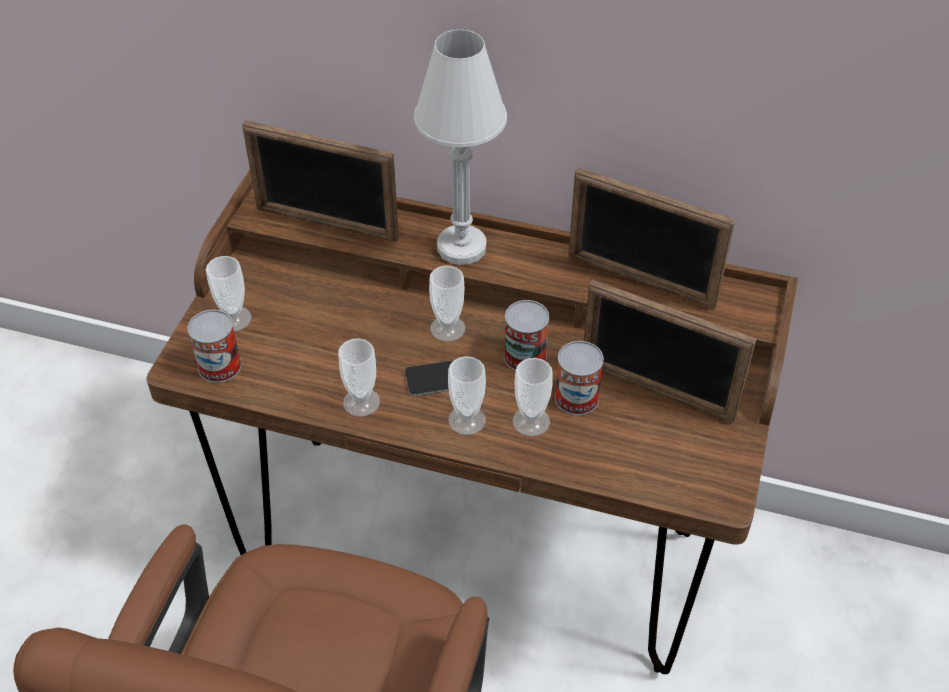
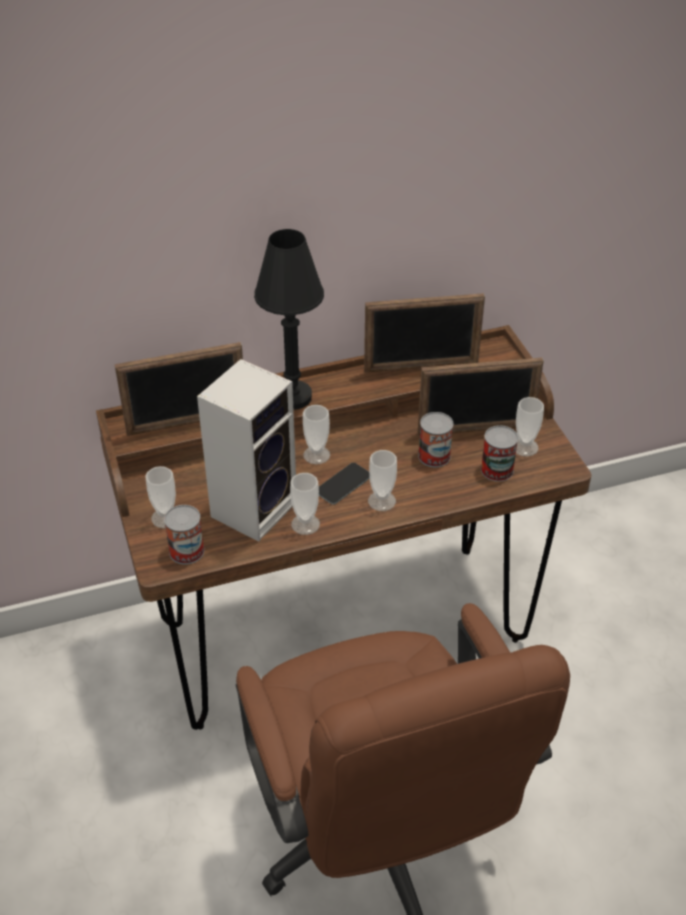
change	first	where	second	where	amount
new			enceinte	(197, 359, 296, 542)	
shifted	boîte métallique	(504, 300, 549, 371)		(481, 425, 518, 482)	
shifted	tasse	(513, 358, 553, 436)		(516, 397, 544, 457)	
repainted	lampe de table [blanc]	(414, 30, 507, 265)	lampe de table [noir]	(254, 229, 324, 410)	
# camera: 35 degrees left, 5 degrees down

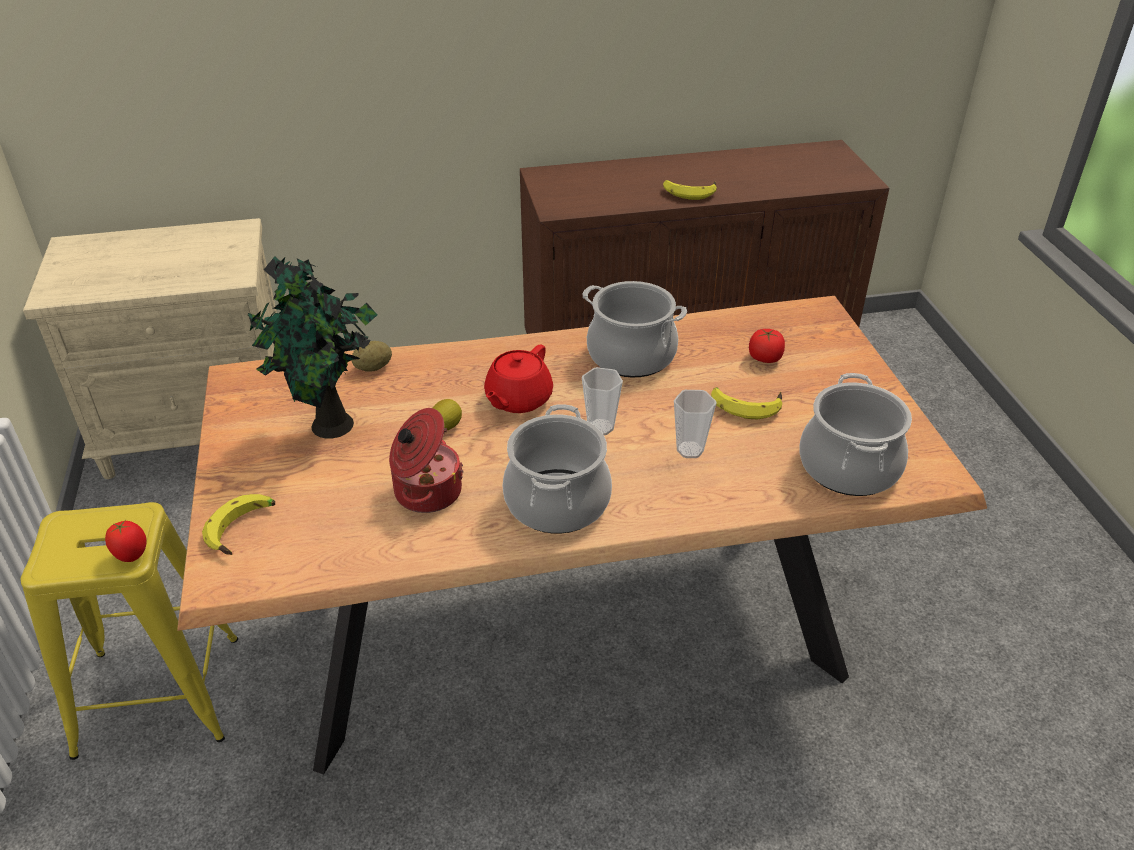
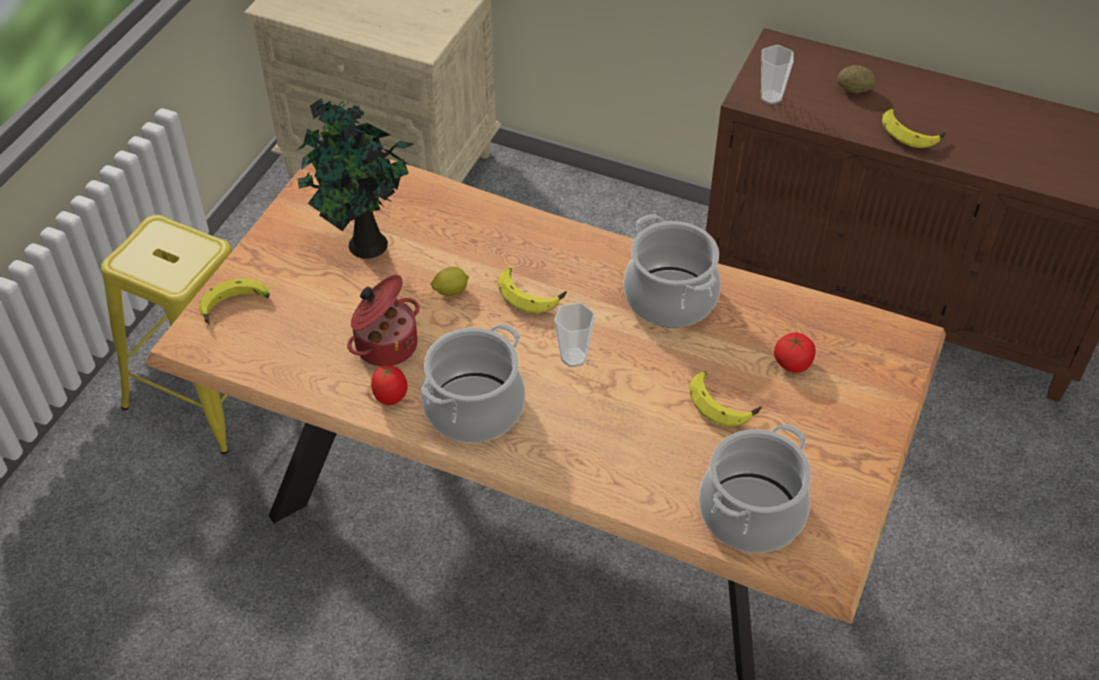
change	first	where	second	where	amount
shifted	tomate	(105, 521, 147, 562)		(371, 365, 408, 405)	
shifted	pomme de terre	(351, 341, 392, 372)		(837, 65, 875, 93)	
shifted	tasse	(674, 390, 716, 458)		(761, 45, 794, 104)	
swapped	théière [rouge]	(484, 344, 553, 413)	banane	(498, 268, 567, 313)	
# camera: 35 degrees right, 10 degrees up

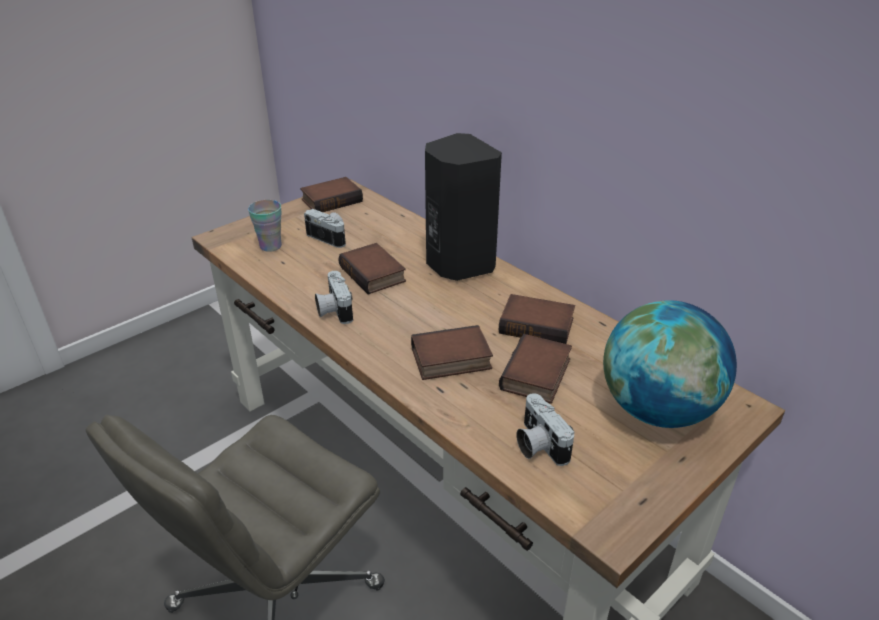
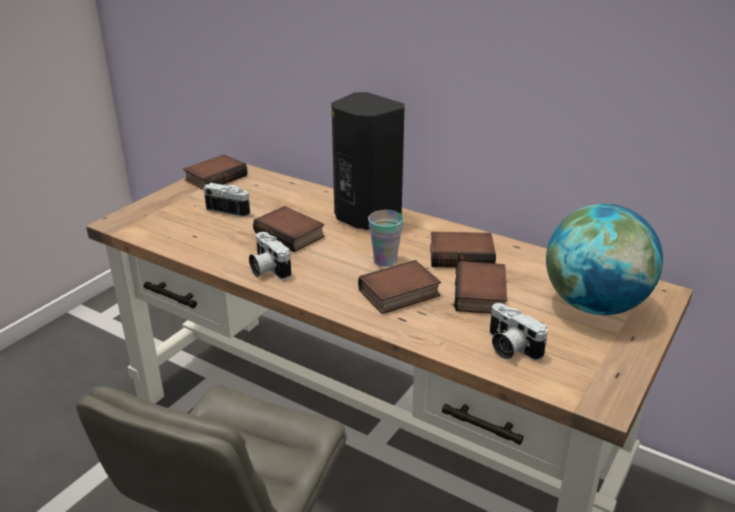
change	first	where	second	where	amount
shifted	tasse	(248, 200, 282, 252)		(368, 210, 404, 267)	
# camera: 15 degrees left, 5 degrees down

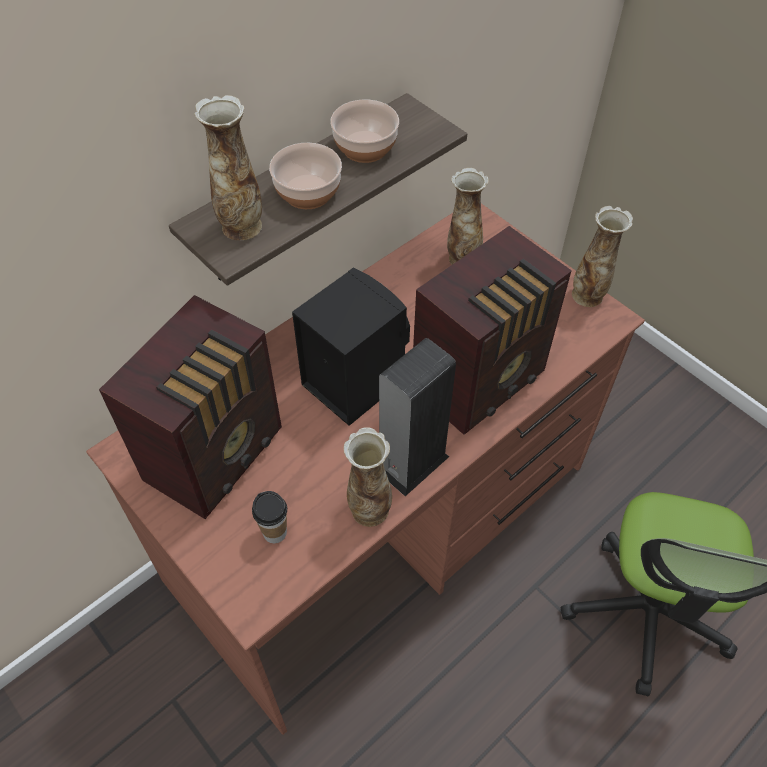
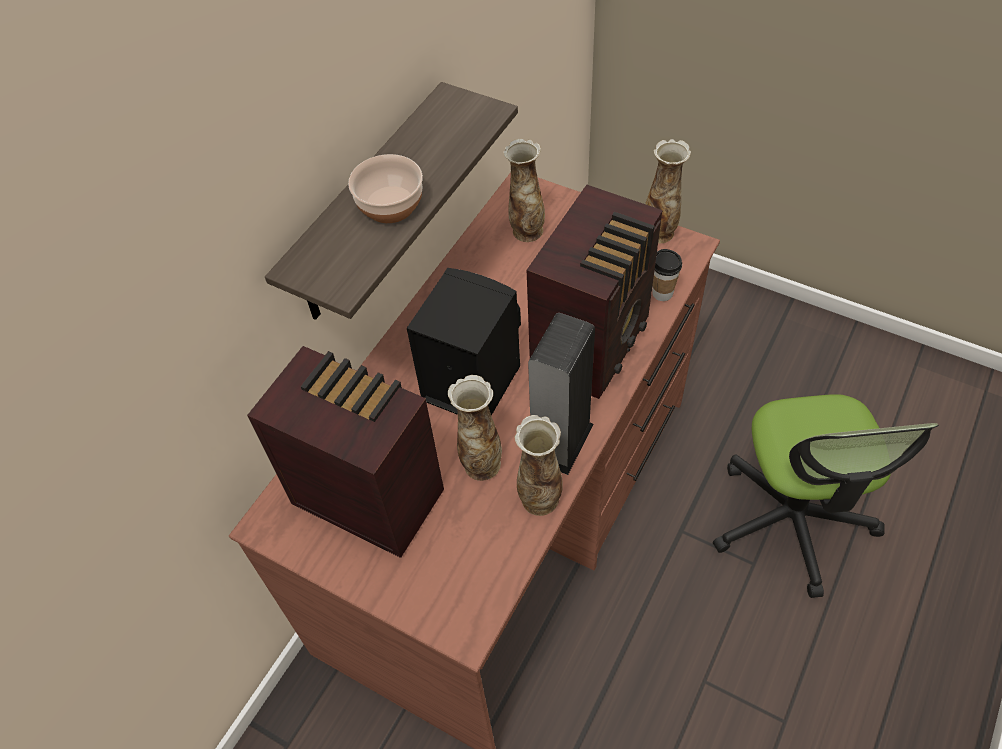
change	first	where	second	where	amount
gone	bol	(330, 99, 399, 163)			
shifted	vase	(194, 95, 262, 240)		(448, 375, 502, 481)	
shifted	tasse	(252, 491, 287, 543)		(652, 249, 682, 301)	
rotated	radio	(99, 295, 282, 519)		(247, 346, 444, 558)	75 degrees counterclockwise
# camera: 15 degrees left, 0 degrees up

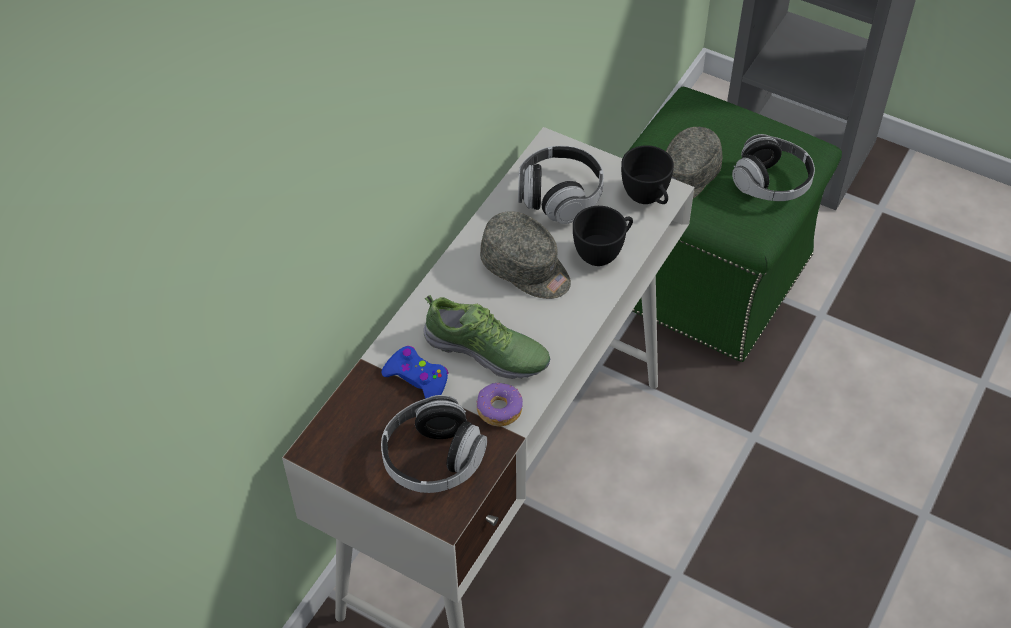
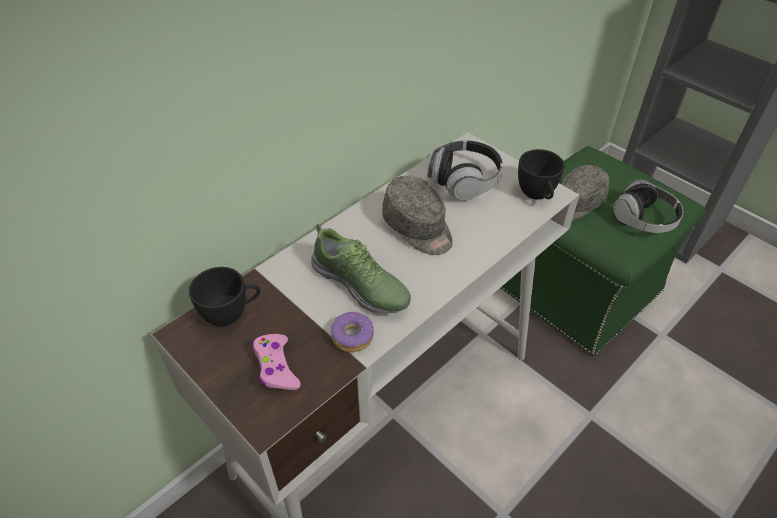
change	first	where	second	where	amount
gone	manette [bleu]	(381, 346, 448, 399)			
shifted	tasse [noir]	(573, 206, 633, 266)		(189, 267, 260, 326)	
swapped	casque audio	(381, 395, 487, 493)	manette [rose]	(253, 334, 301, 390)	
# camera: 15 degrees right, 5 degrees down

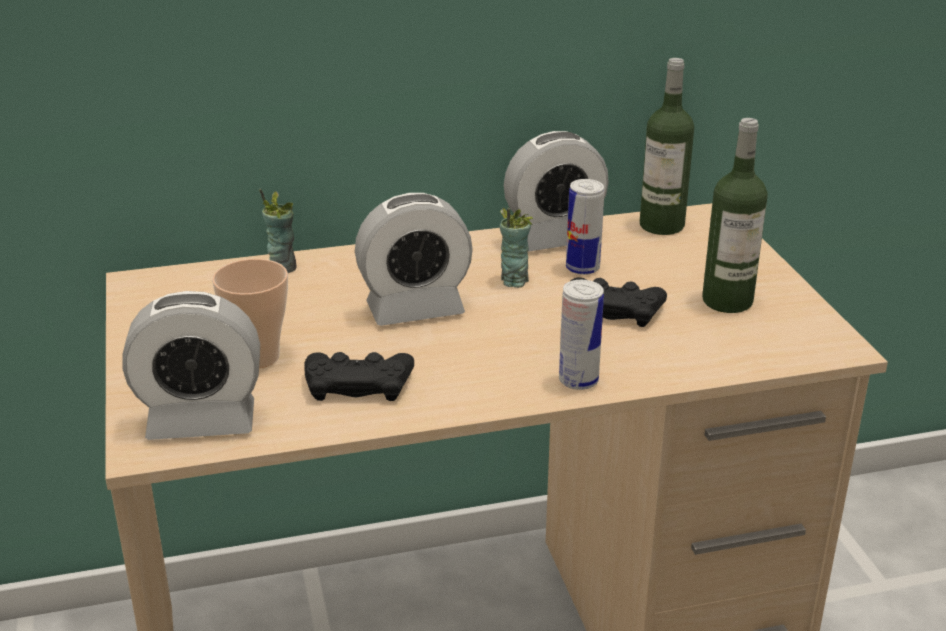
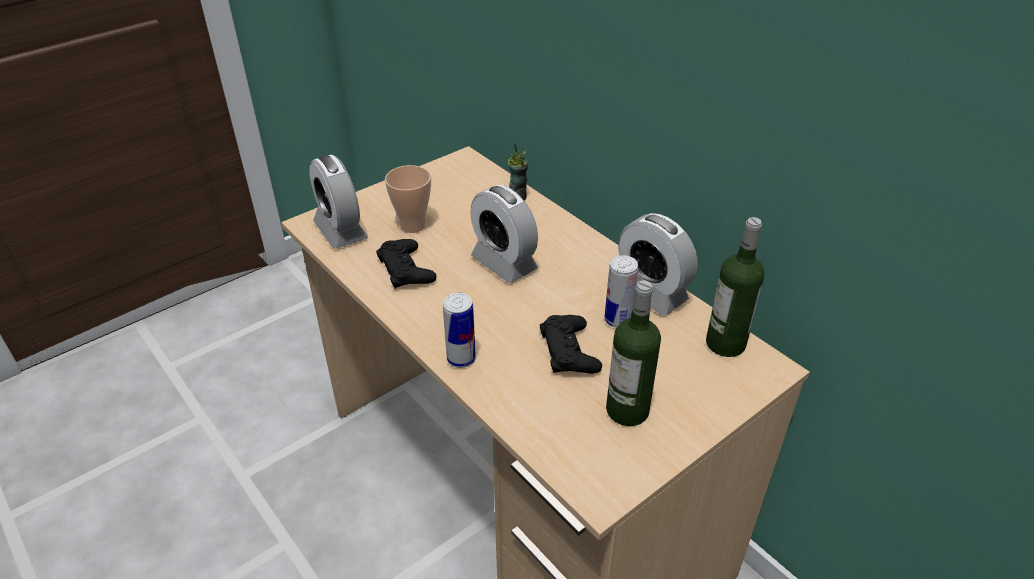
change	first	where	second	where	amount
gone	tasse	(500, 207, 533, 288)			
# camera: 65 degrees right, 10 degrees up

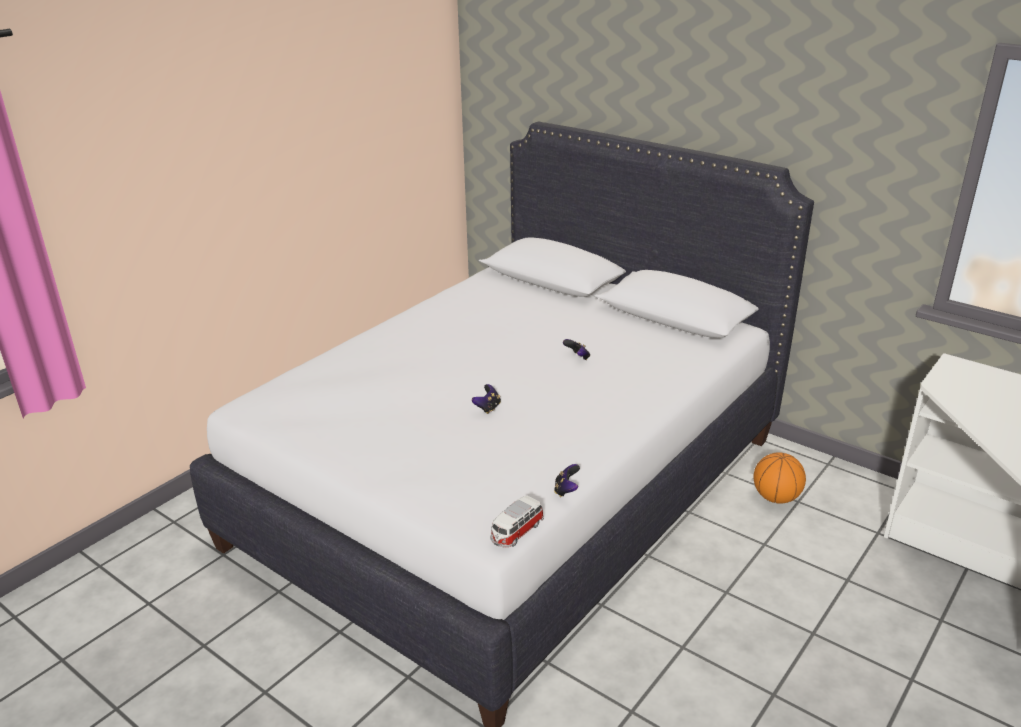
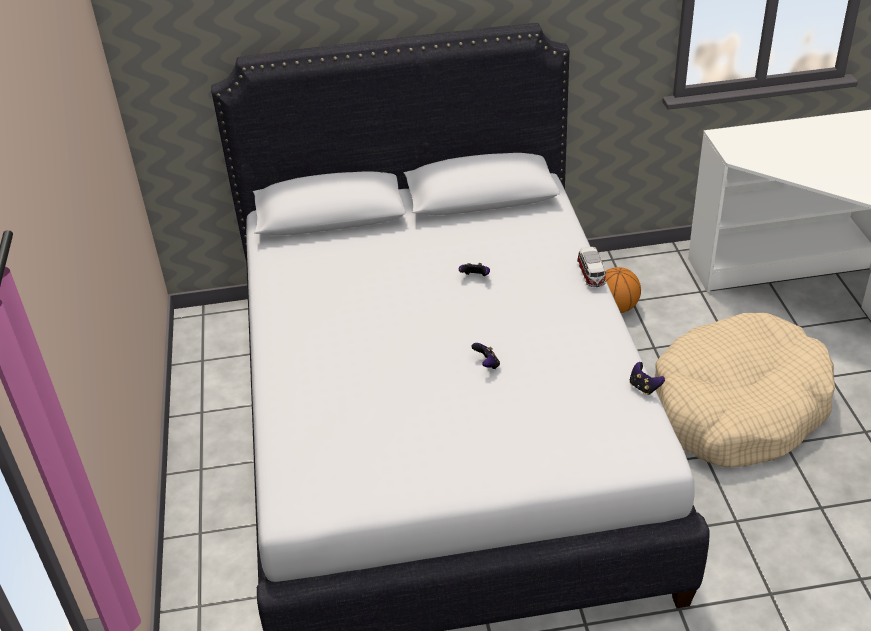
change	first	where	second	where	amount
new			panier pour chien [beige]	(655, 313, 835, 467)	
shifted	petite voiture	(491, 496, 544, 548)		(577, 247, 606, 287)	
# camera: 45 degrees left, 10 degrees up

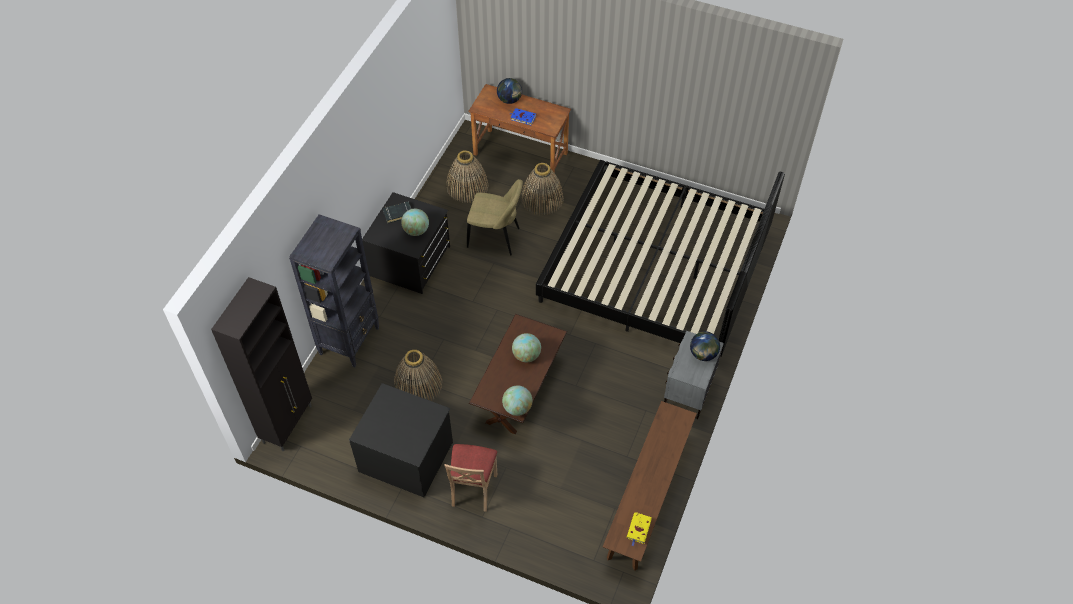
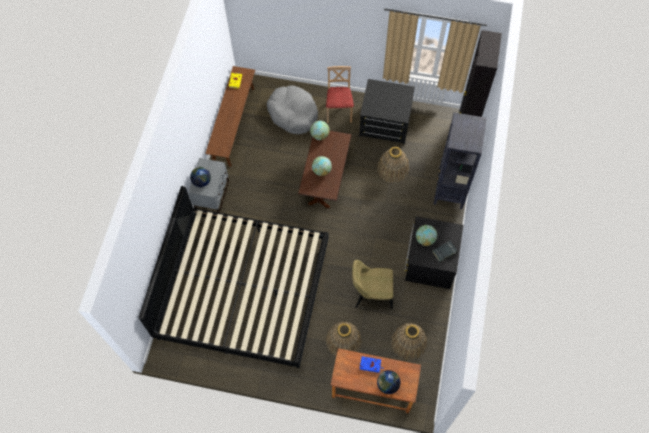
change	first	where	second	where	amount
new			panier pour chien [gris]	(267, 85, 318, 134)	
# camera: 170 degrees right, 10 degrees up

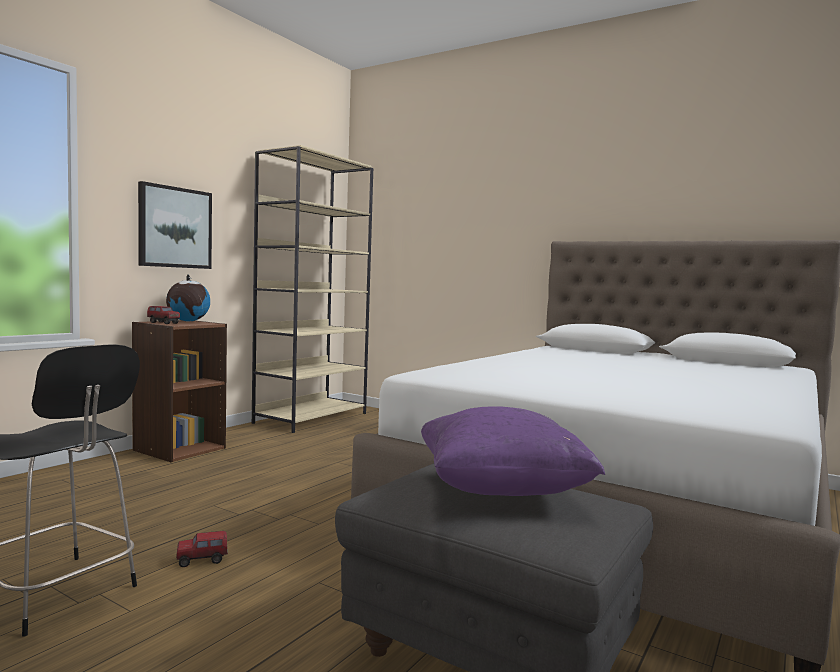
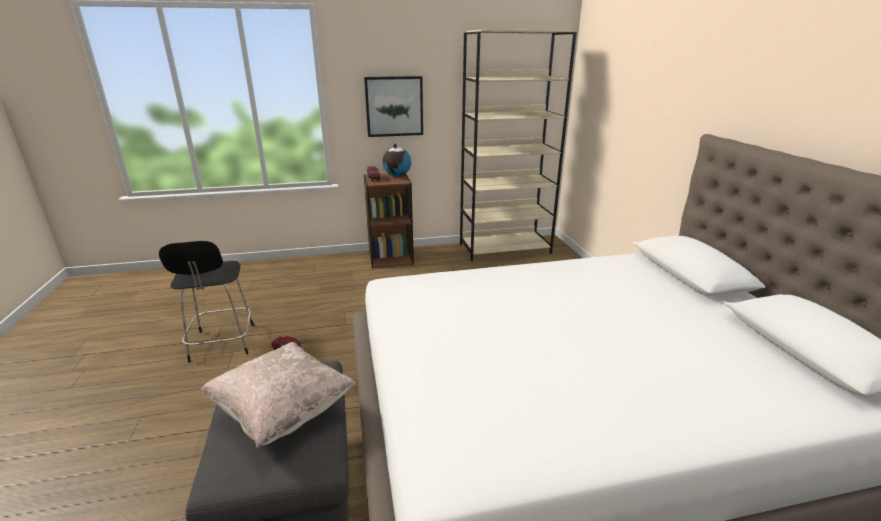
change	first	where	second	where	amount
repainted	coussin [violet]	(421, 407, 605, 496)	coussin [beige]	(201, 342, 356, 448)	
# camera: 45 degrees right, 20 degrees up

